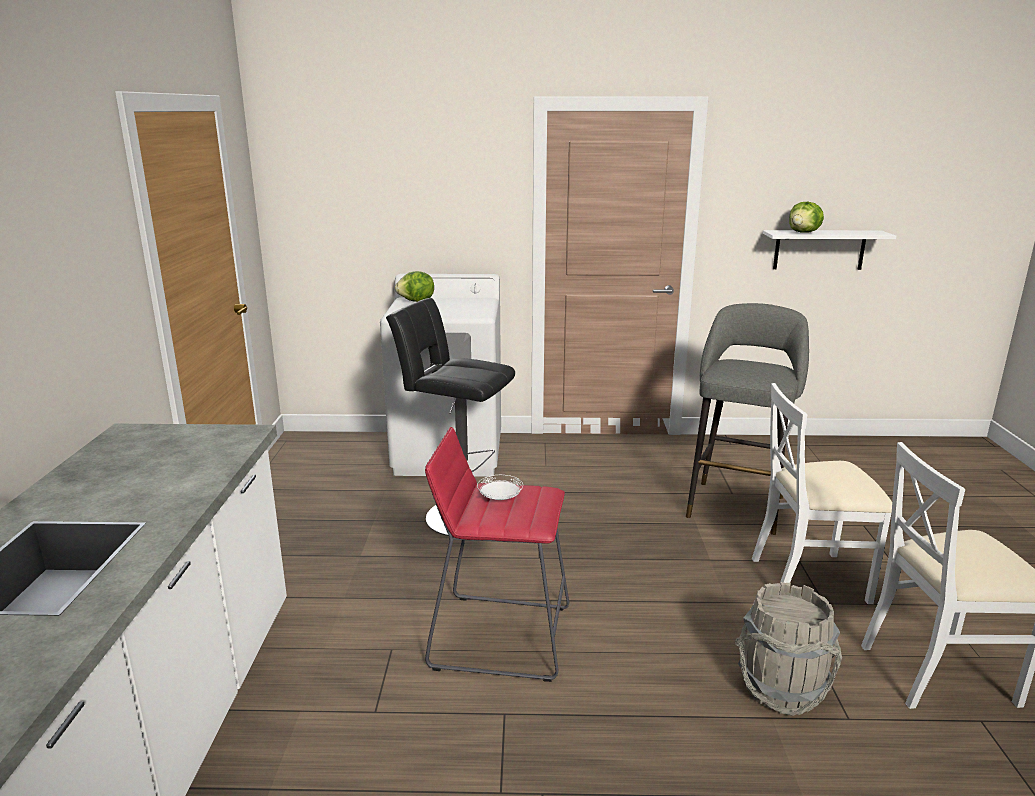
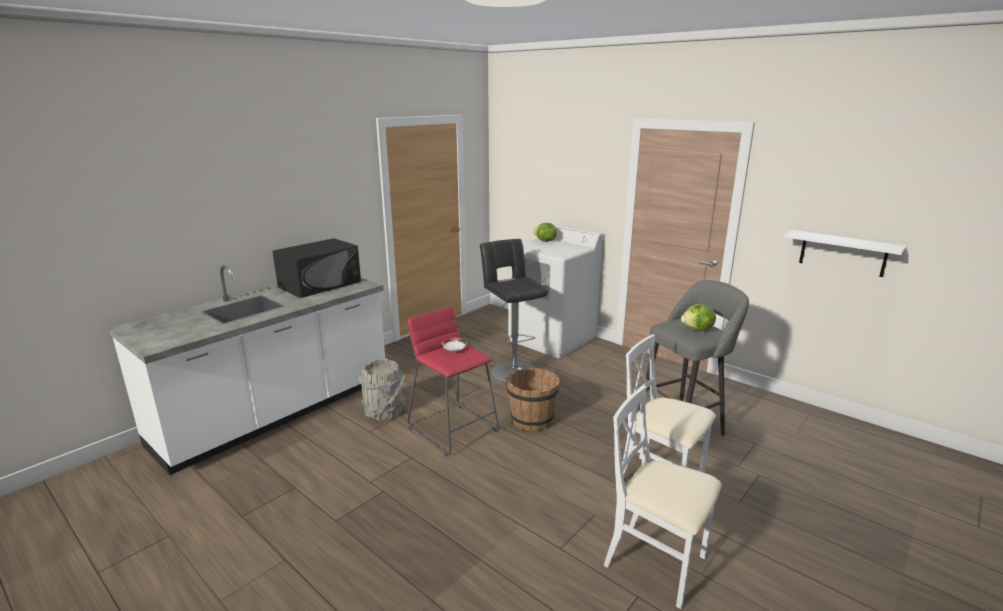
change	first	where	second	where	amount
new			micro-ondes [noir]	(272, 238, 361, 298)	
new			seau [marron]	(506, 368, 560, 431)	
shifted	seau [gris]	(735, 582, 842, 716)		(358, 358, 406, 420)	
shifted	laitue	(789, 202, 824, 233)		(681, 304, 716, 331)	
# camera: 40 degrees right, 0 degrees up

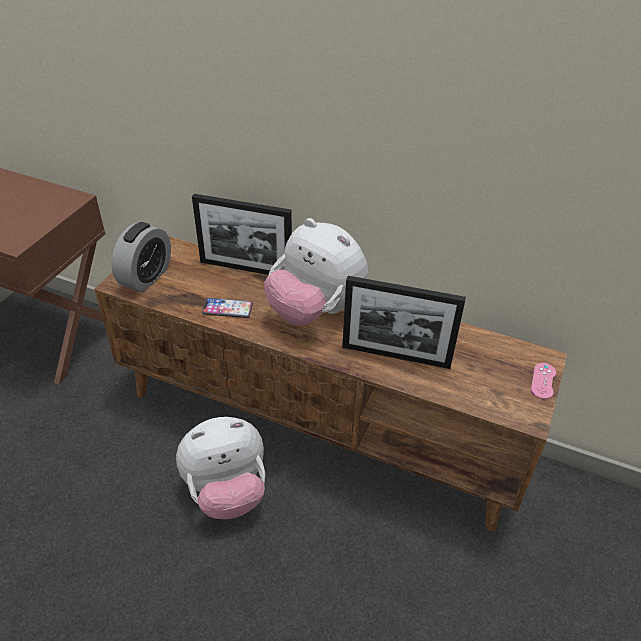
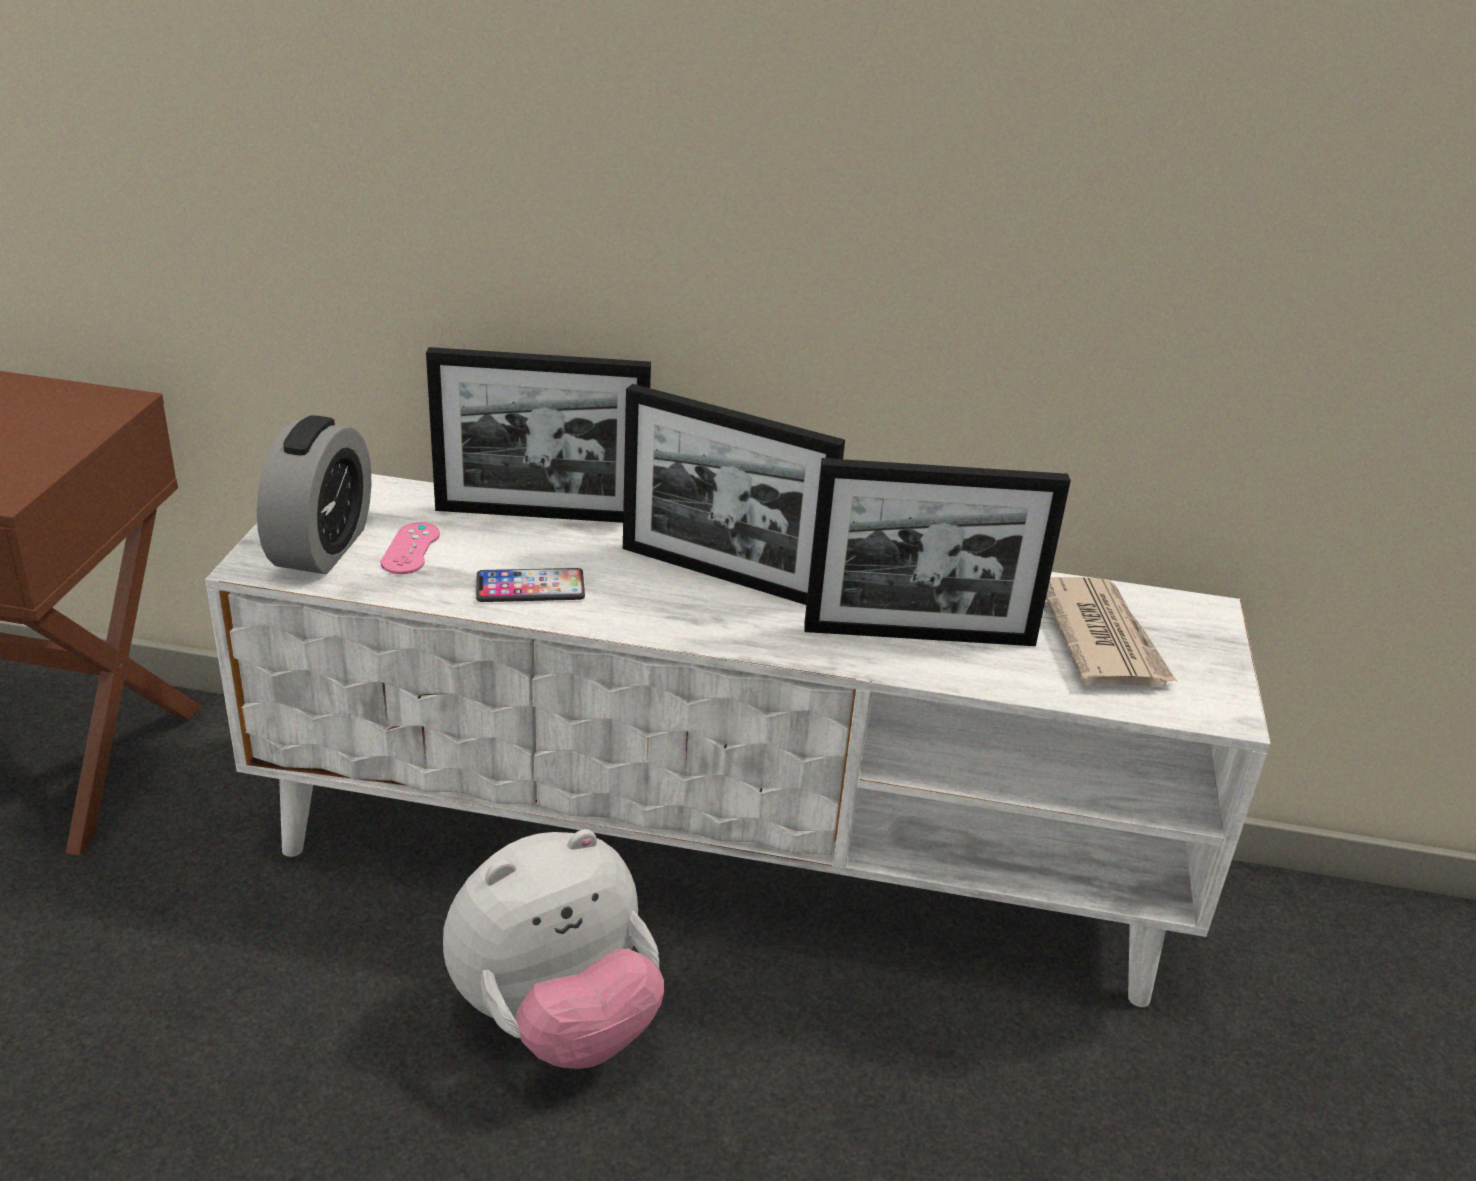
change	first	where	second	where	amount
new			journal	(1046, 577, 1177, 686)	
shifted	manette [rose]	(531, 363, 556, 399)		(381, 522, 440, 574)	
swapped	peluche	(264, 218, 368, 325)	cadre photo	(623, 384, 845, 605)	
repainted	meuble télé [marron]	(94, 236, 567, 531)	meuble télé [blanc]	(205, 474, 1271, 1007)	
# camera: 15 degrees left, 10 degrees down

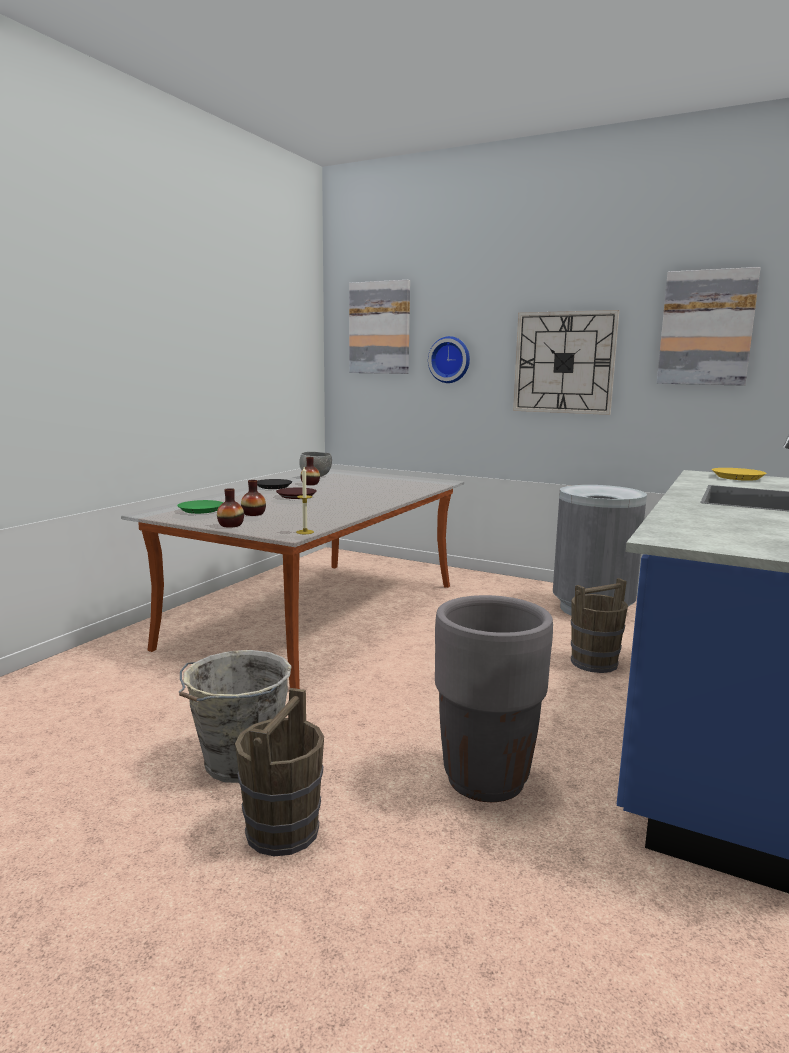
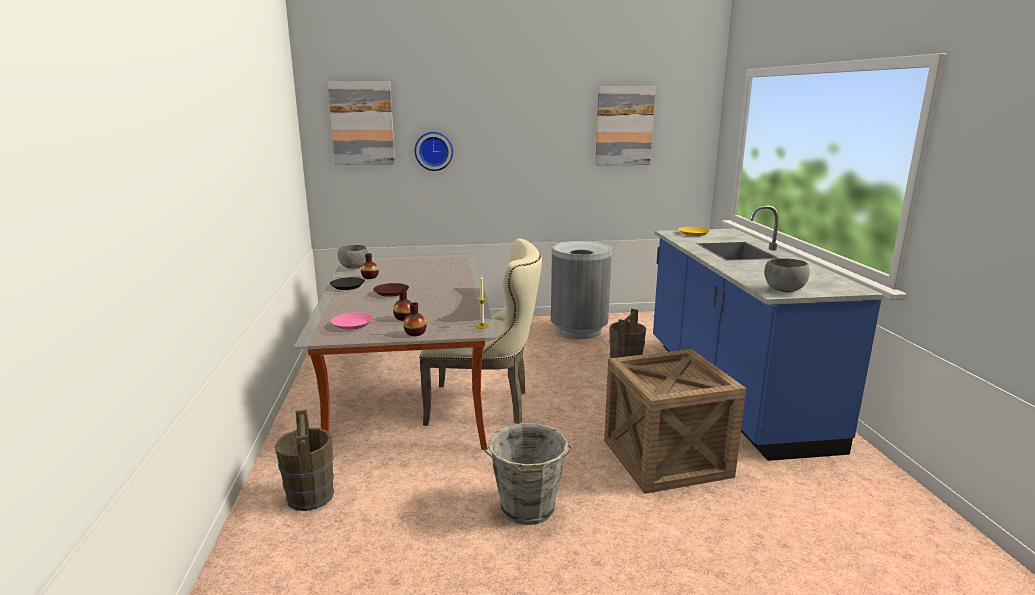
change	first	where	second	where	amount
gone	horloge murale	(513, 310, 619, 415)			
new			chaise [beige]	(419, 238, 542, 426)	
new			bol [gris]	(764, 258, 810, 292)	
shifted	seau [marron]	(235, 688, 324, 857)		(275, 409, 334, 511)	
swapped	cache-pot [gris]	(435, 595, 553, 802)	caisse	(604, 349, 746, 494)	
repainted	assiette [vert]	(177, 500, 223, 514)	assiette [rose]	(331, 313, 373, 330)	
# camera: 35 degrees left, 5 degrees up

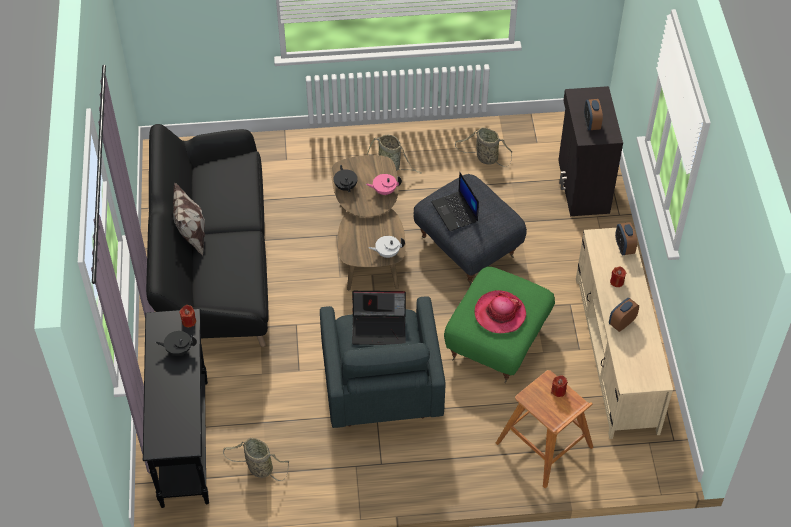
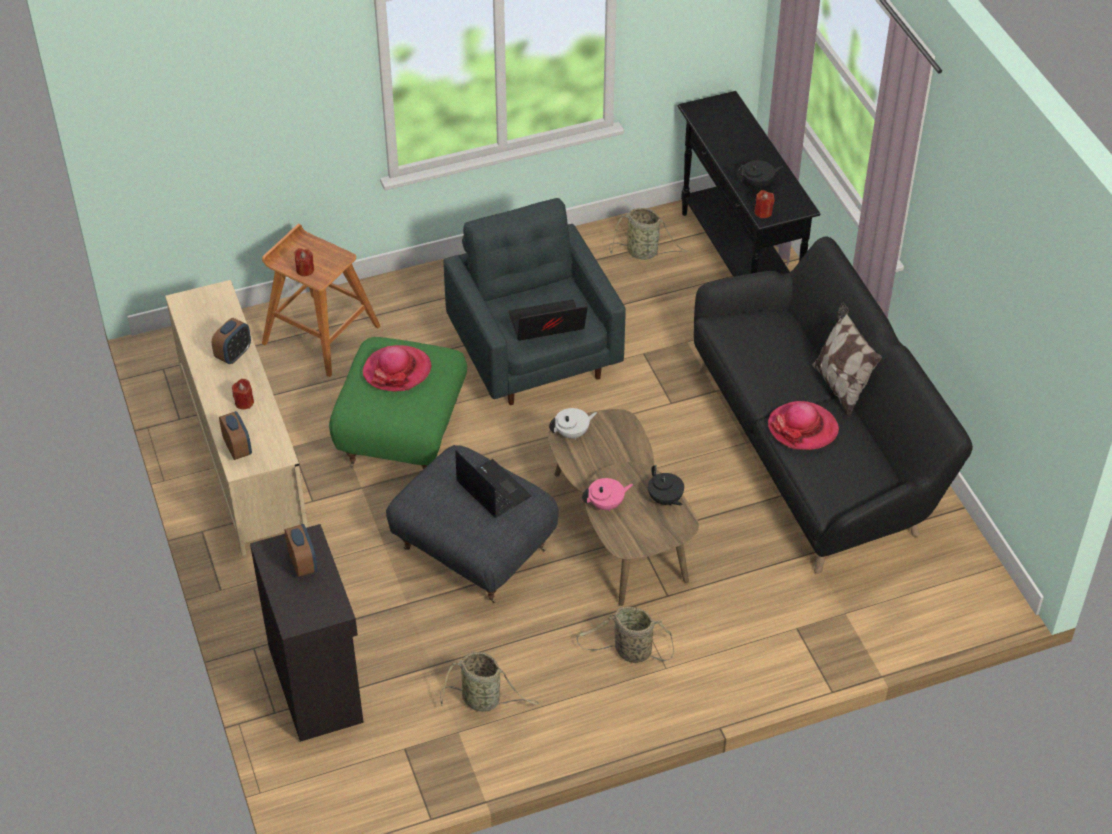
change	first	where	second	where	amount
new			chapeau	(768, 401, 839, 450)	
# camera: 165 degrees right, 5 degrees down

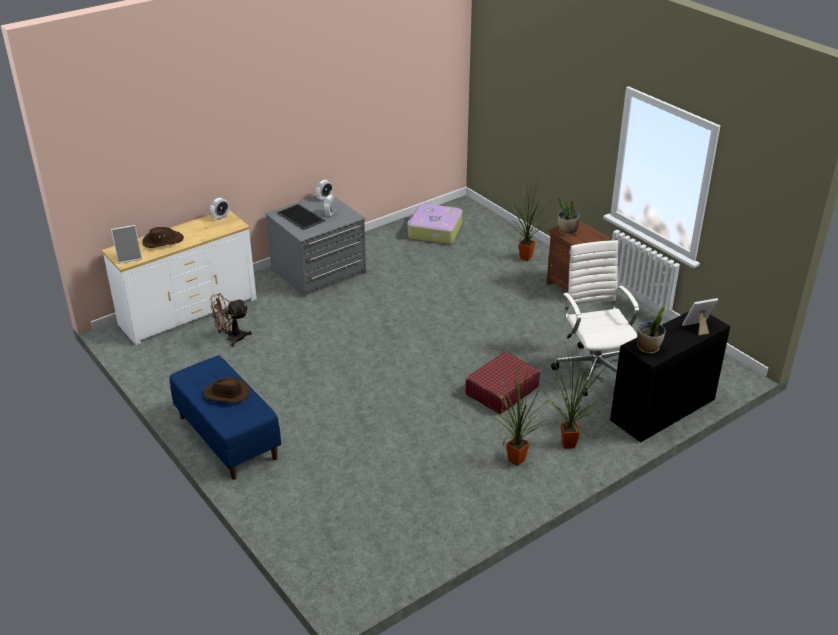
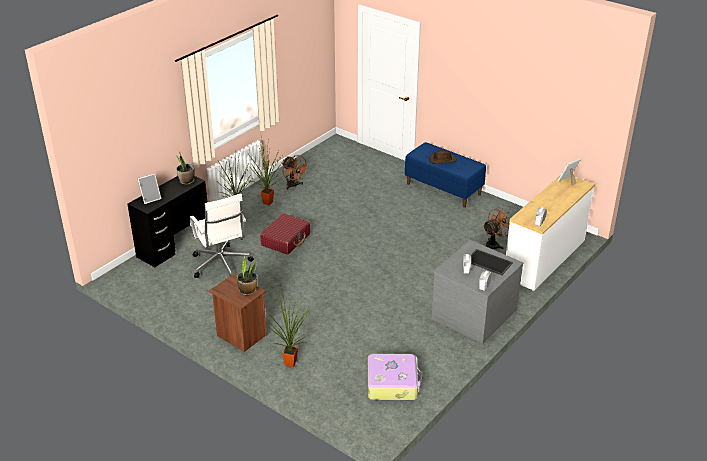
change	first	where	second	where	amount
gone	chapeau [marron]	(142, 227, 184, 248)			
new			ventilateur [marron]	(282, 155, 309, 190)	
# camera: 165 degrees right, 0 degrees up

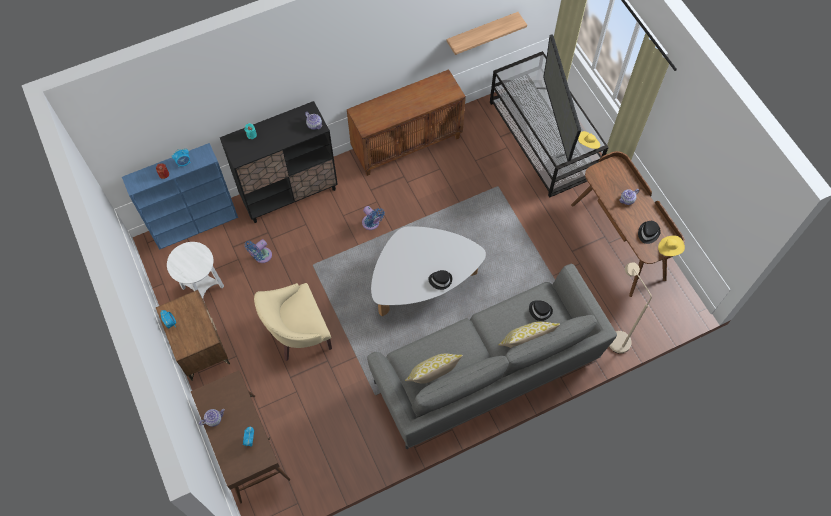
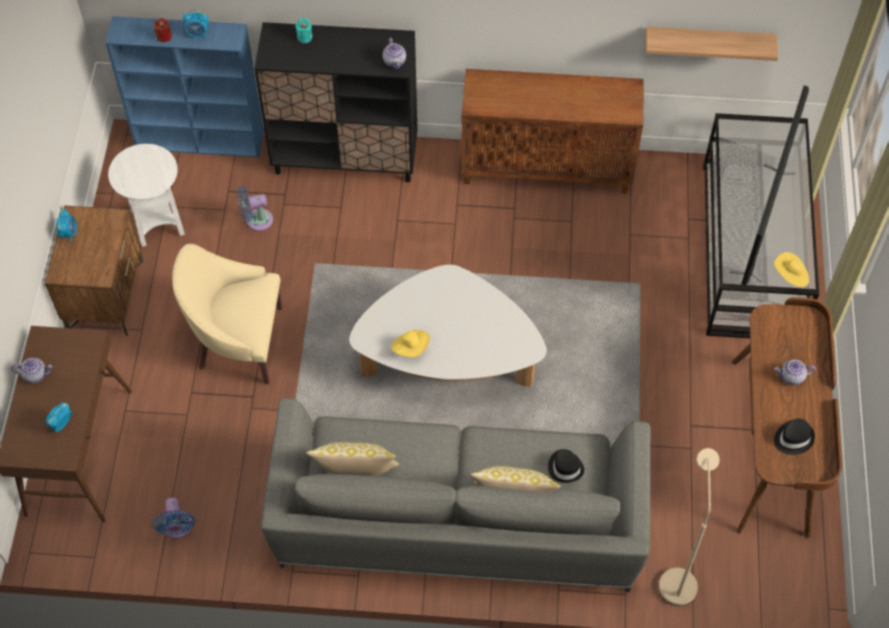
change	first	where	second	where	amount
gone	chapeau [noir]	(428, 270, 452, 290)			
shifted	ventilateur [bleu]	(362, 206, 385, 230)		(152, 498, 195, 539)	
shifted	chapeau [jaune]	(658, 236, 685, 256)		(391, 330, 430, 357)	
# camera: 30 degrees right, 5 degrees down

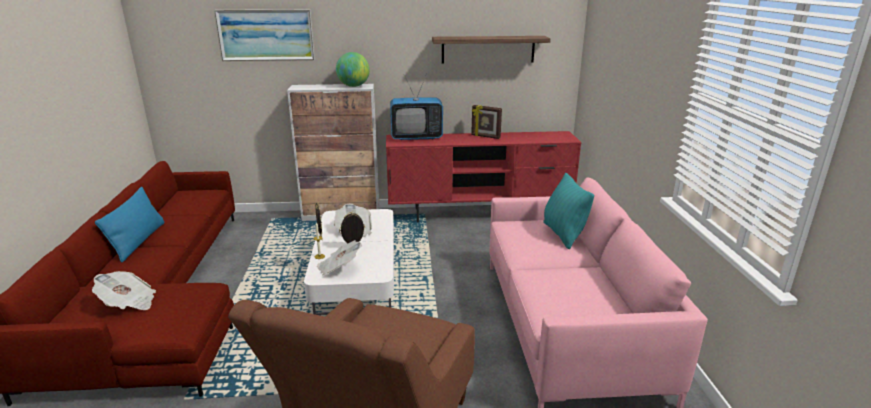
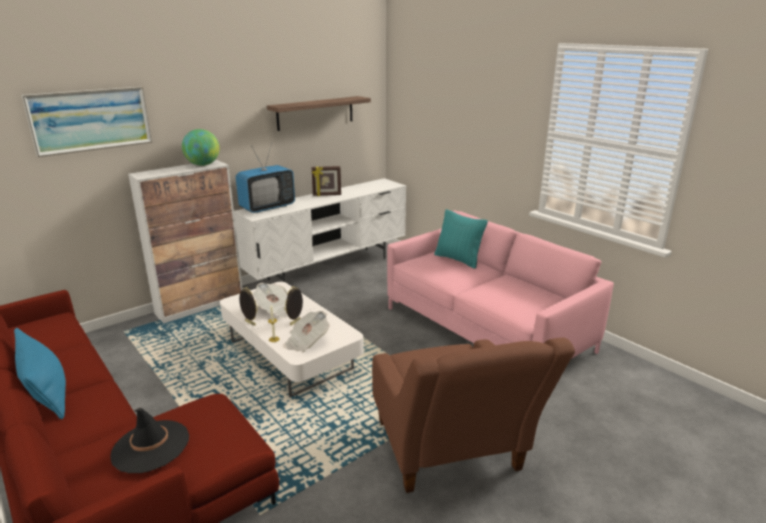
change	first	where	second	where	amount
swapped	journal	(92, 271, 156, 310)	chapeau [noir]	(110, 408, 189, 473)	
repainted	meuble télé [rouge]	(386, 131, 581, 223)	meuble télé [blanc]	(234, 178, 406, 282)	
# camera: 35 degrees left, 0 degrees up

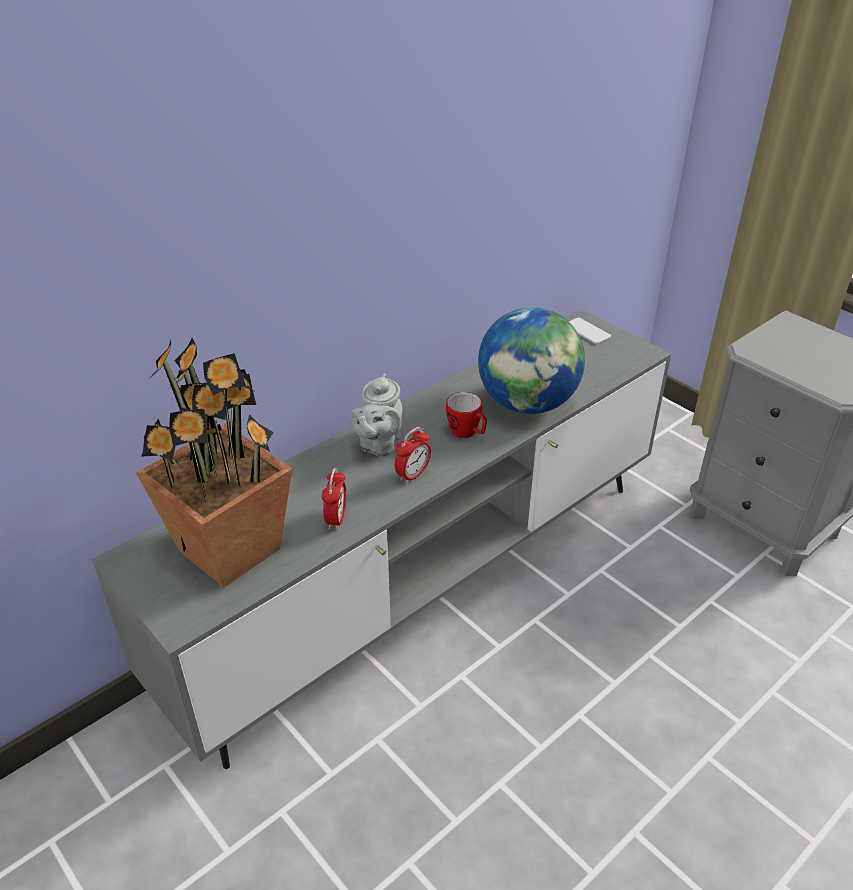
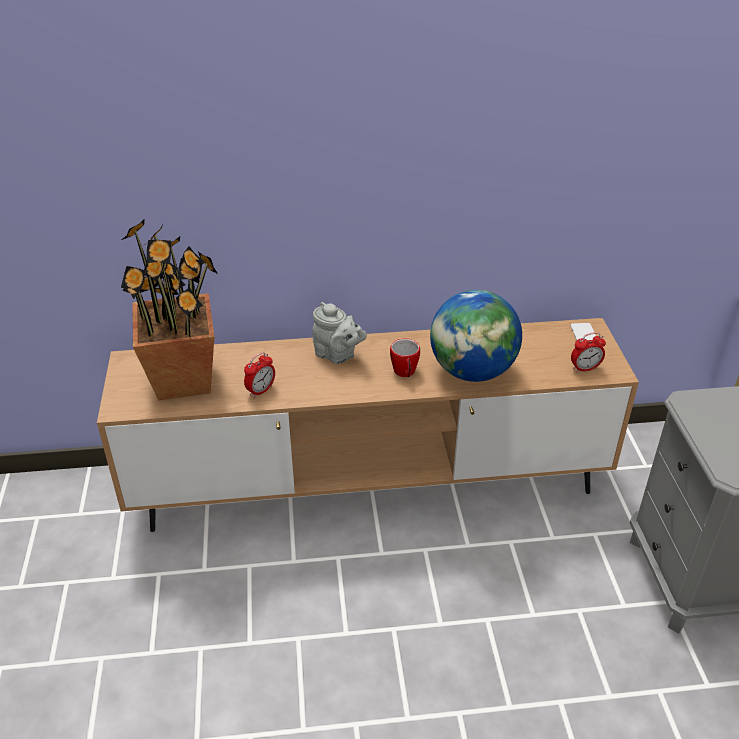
change	first	where	second	where	amount
shifted	réveil	(395, 427, 431, 484)		(571, 332, 606, 373)	
repainted	meuble télé [gris]	(92, 309, 671, 769)	meuble télé [marron]	(97, 318, 639, 532)	
rotated	théière [gris]	(350, 373, 402, 457)		(312, 302, 367, 364)	105 degrees counterclockwise
# camera: 35 degrees right, 0 degrees up

